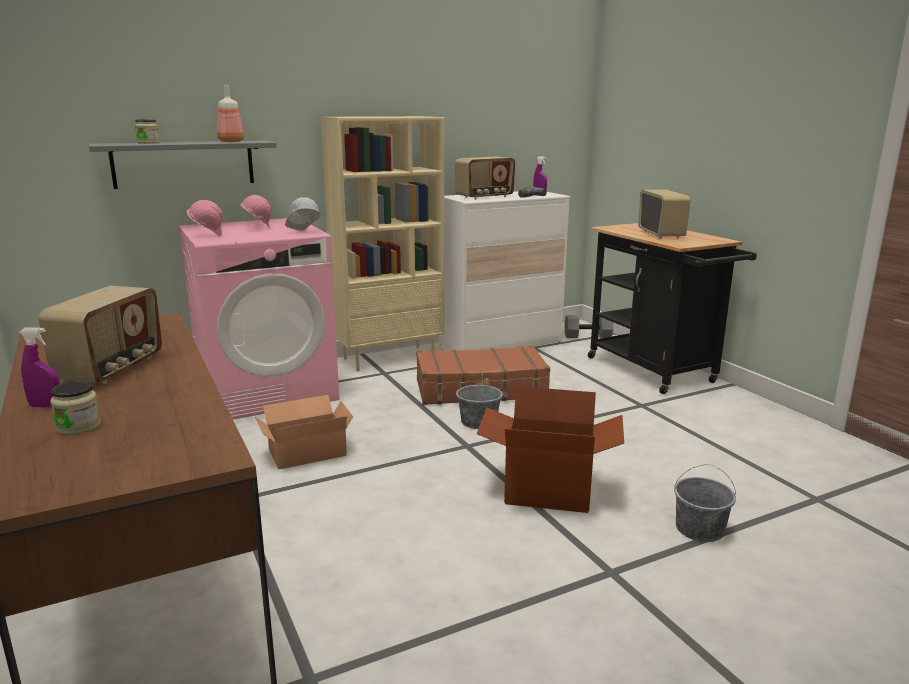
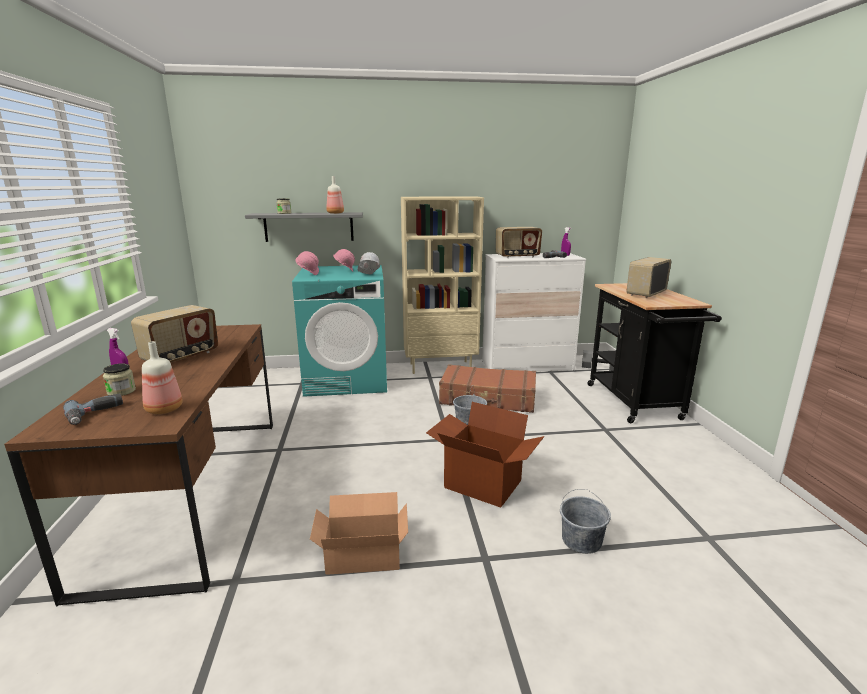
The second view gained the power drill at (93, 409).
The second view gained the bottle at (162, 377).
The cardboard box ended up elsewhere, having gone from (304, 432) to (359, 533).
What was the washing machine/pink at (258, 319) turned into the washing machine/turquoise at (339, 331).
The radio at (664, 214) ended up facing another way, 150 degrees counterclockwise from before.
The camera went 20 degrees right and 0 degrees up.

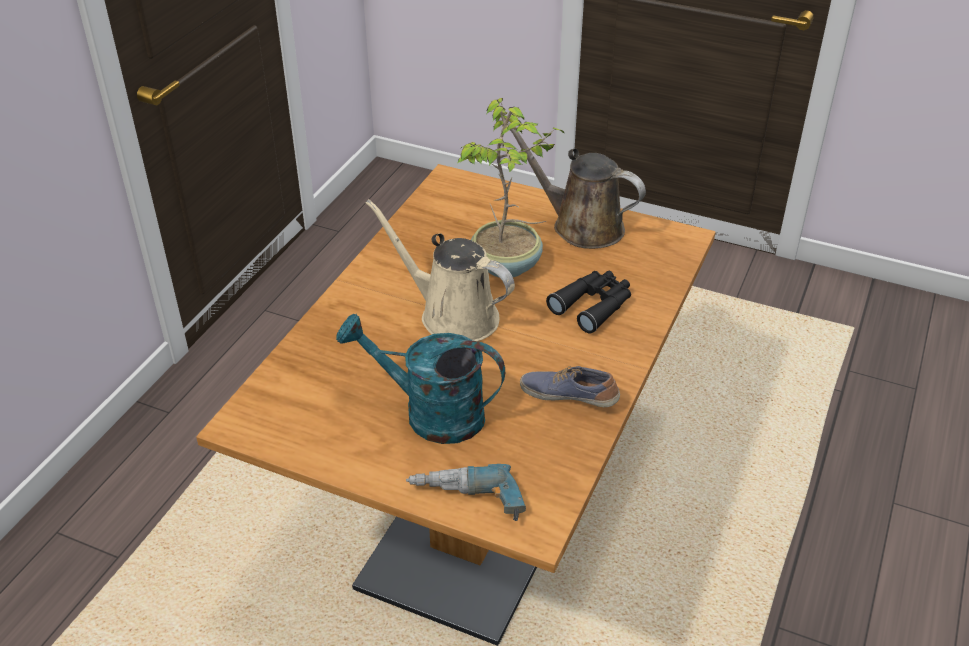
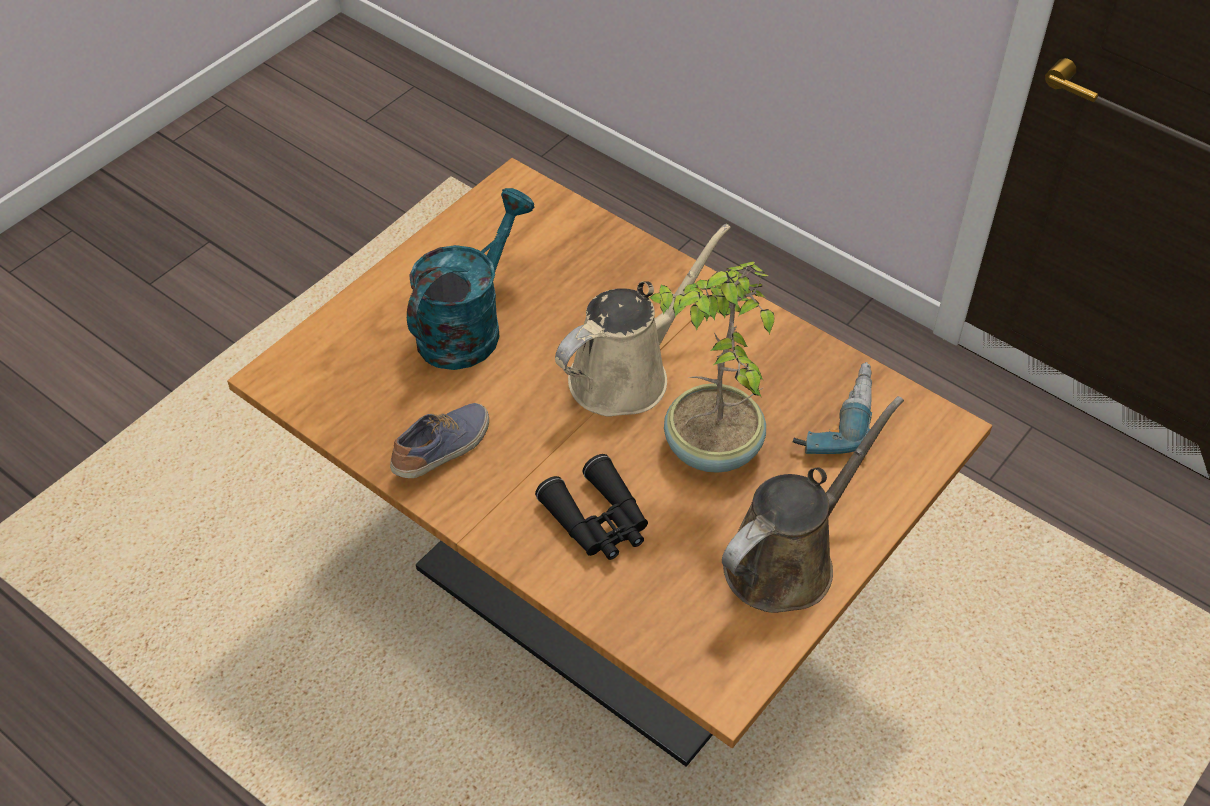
The power drill ended up elsewhere, having gone from (466, 492) to (832, 408).
The camera went 105 degrees right and 10 degrees up.

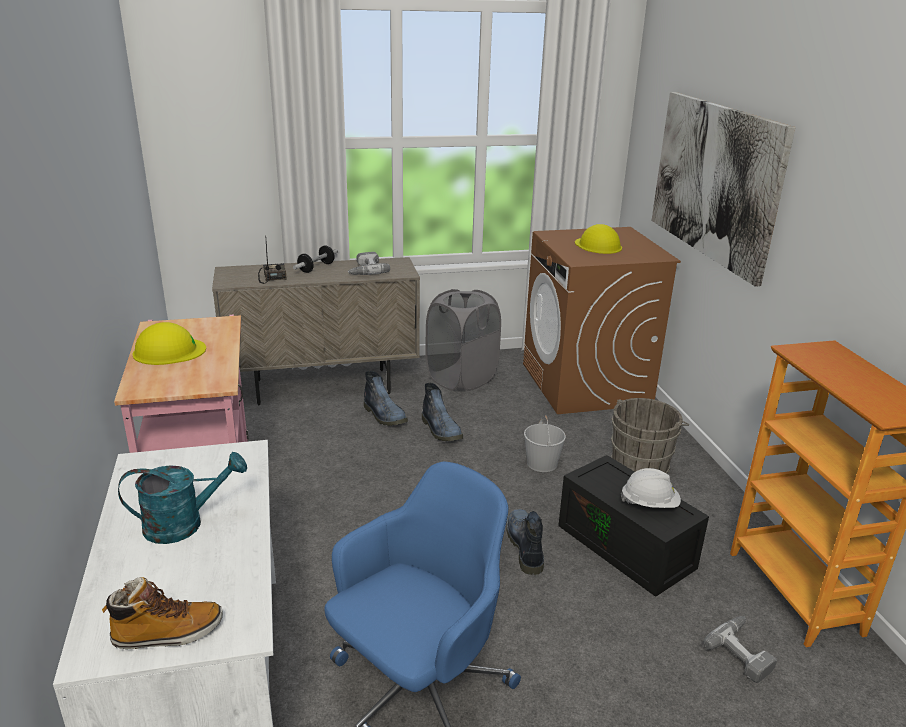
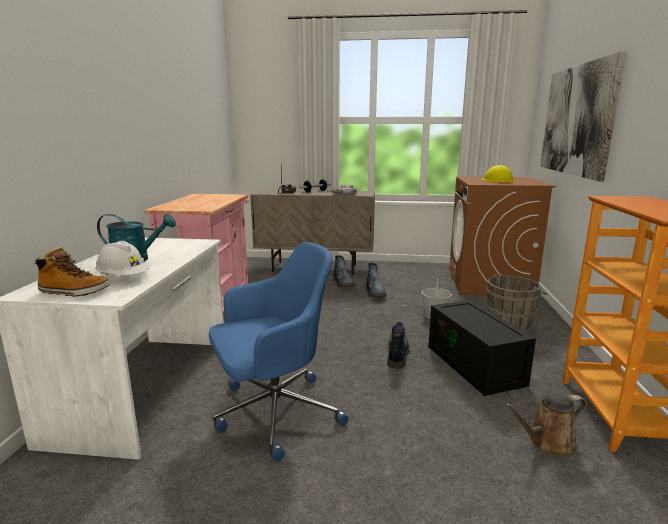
The second view lost the hard hat/yellow at (169, 343).
The second view lost the laundry basket/grey at (463, 340).
The hard hat/white ended up elsewhere, having gone from (651, 488) to (122, 258).
Where the power drill stood at (740, 649), the watering can/brown came to stand at (545, 424).
The camera went 20 degrees right and 10 degrees down.

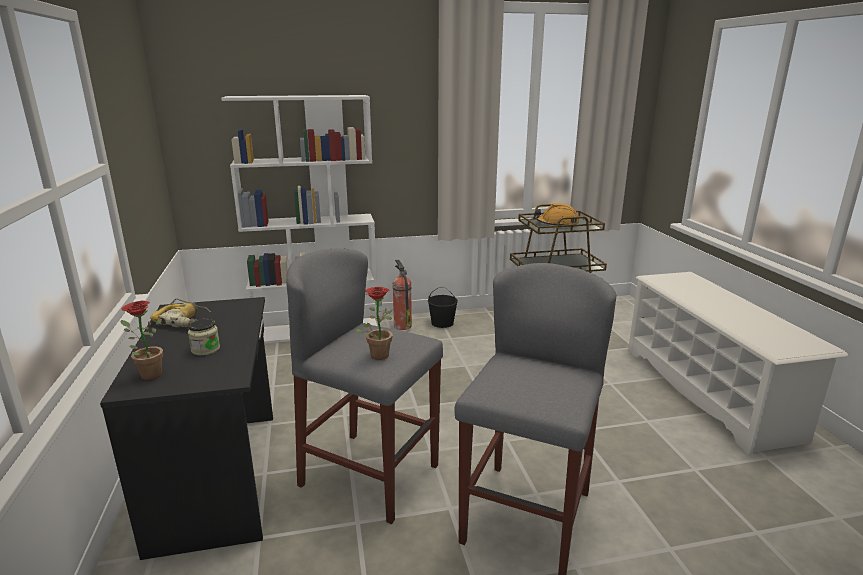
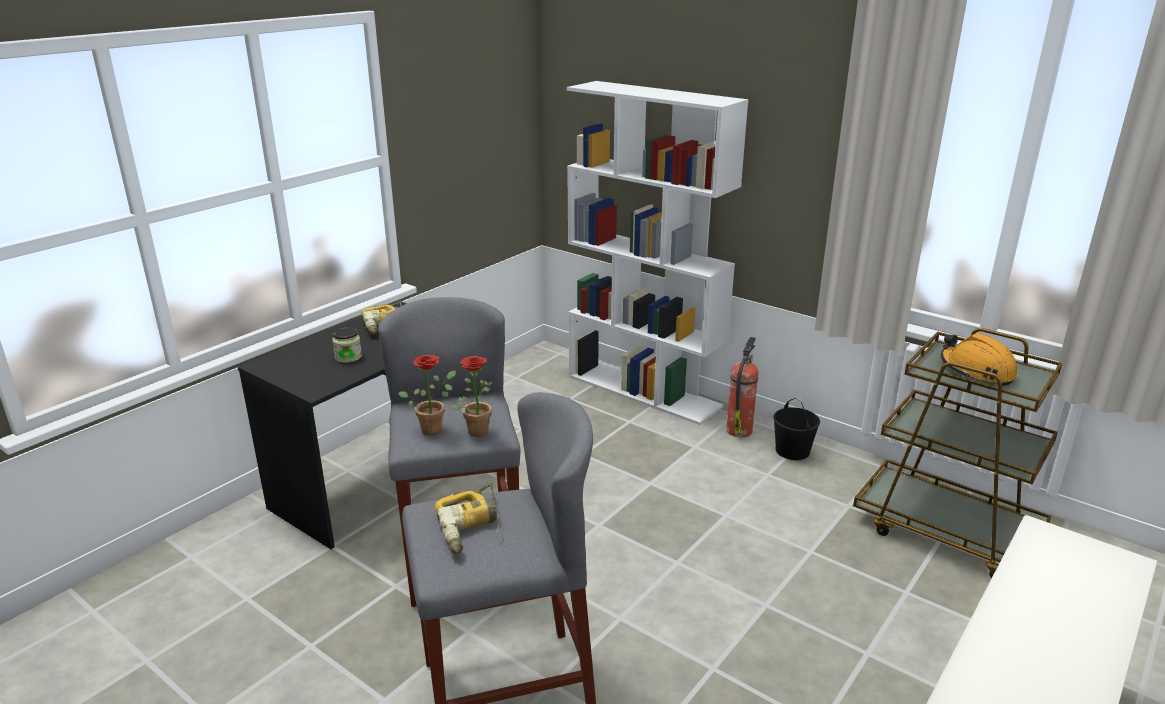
The second view gained the power drill at (468, 518).
The potted plant ended up elsewhere, having gone from (142, 340) to (472, 396).
The camera went 50 degrees right and 5 degrees up.

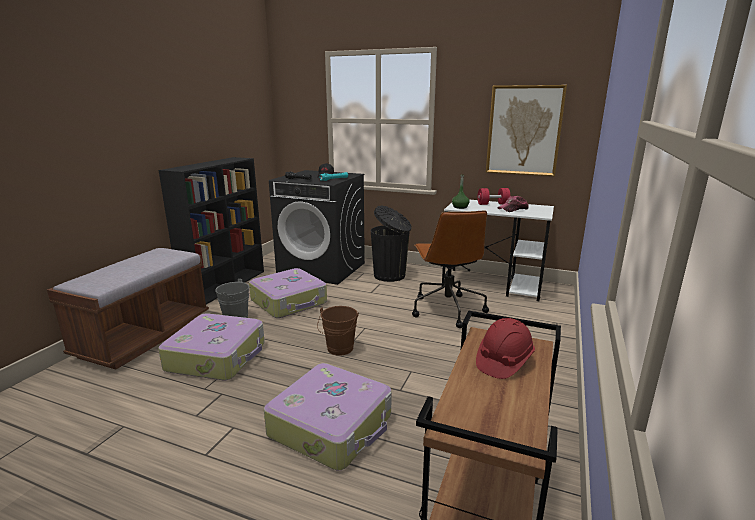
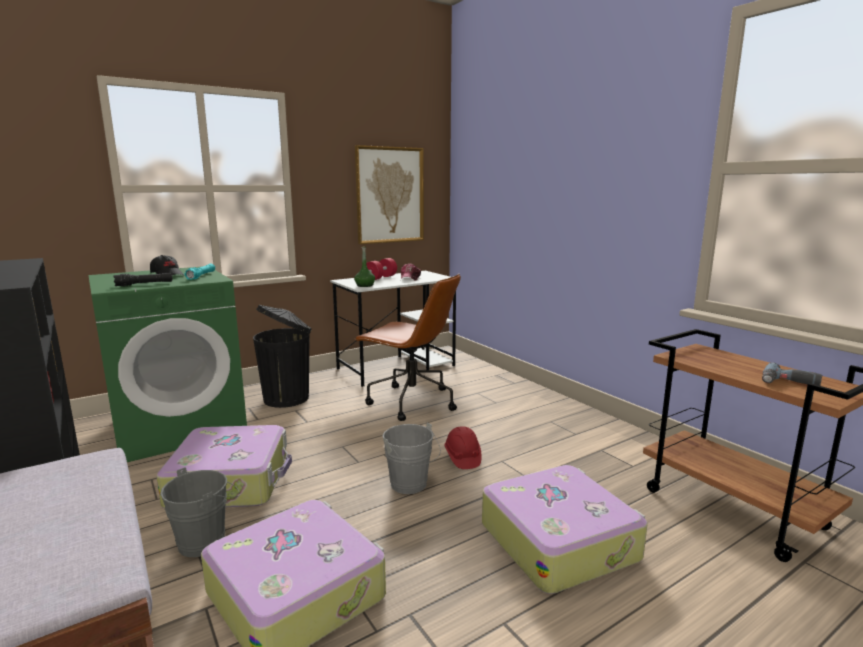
The second view gained the power drill at (792, 374).
The hard hat/red ended up elsewhere, having gone from (505, 348) to (463, 447).
What was the washing machine/black at (317, 227) turned into the washing machine/green at (167, 364).
What was the bucket/brown at (338, 331) turned into the bucket/grey at (412, 458).
The camera went 55 degrees left and 5 degrees down.

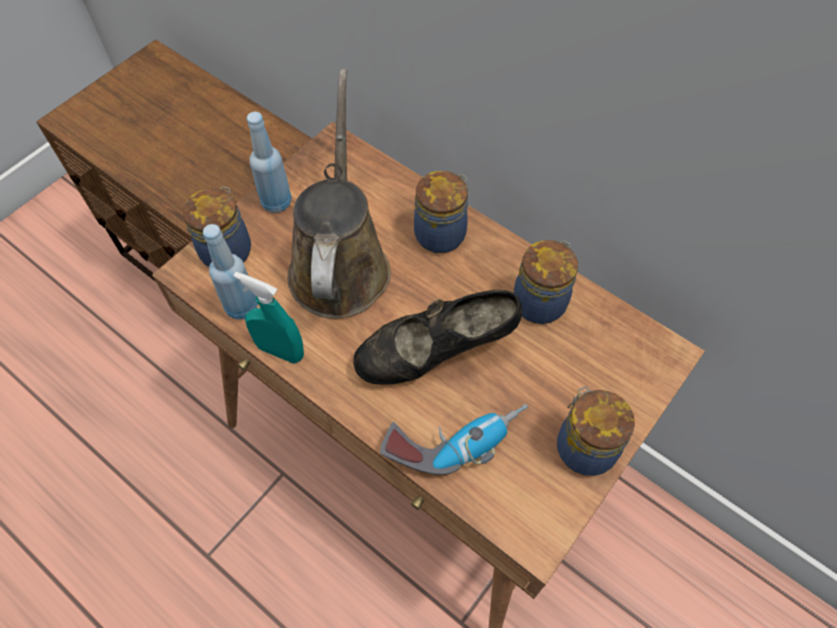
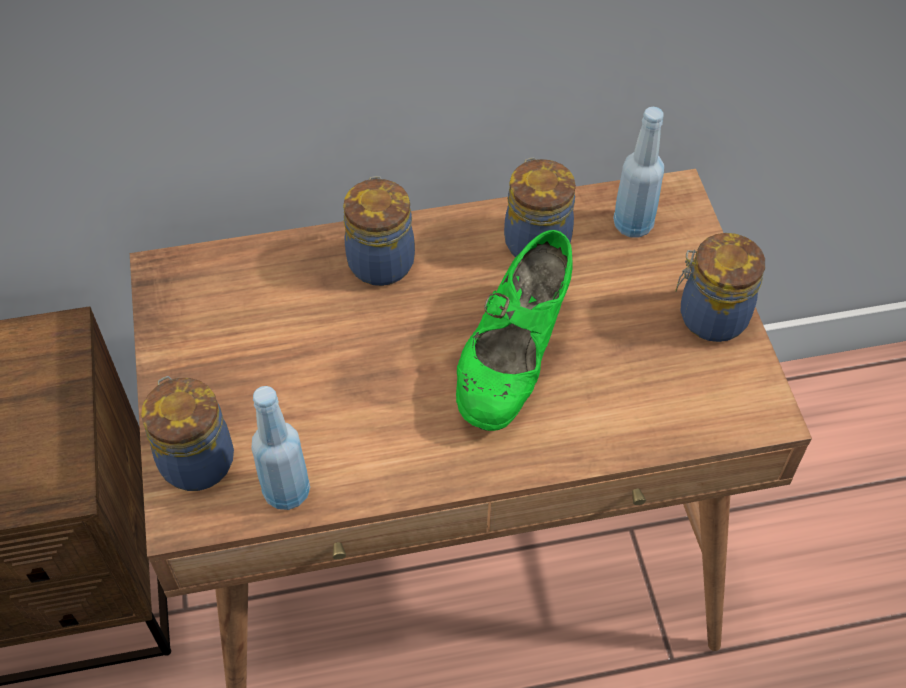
The second view lost the spray bottle/turquoise at (269, 318).
The second view lost the watering can/brown at (339, 194).
The second view lost the power drill at (454, 439).
The bottle/blue ended up elsewhere, having gone from (269, 162) to (638, 172).
What was the shoe/black at (437, 337) turned into the shoe/green at (514, 330).
The camera went 50 degrees left and 5 degrees down.

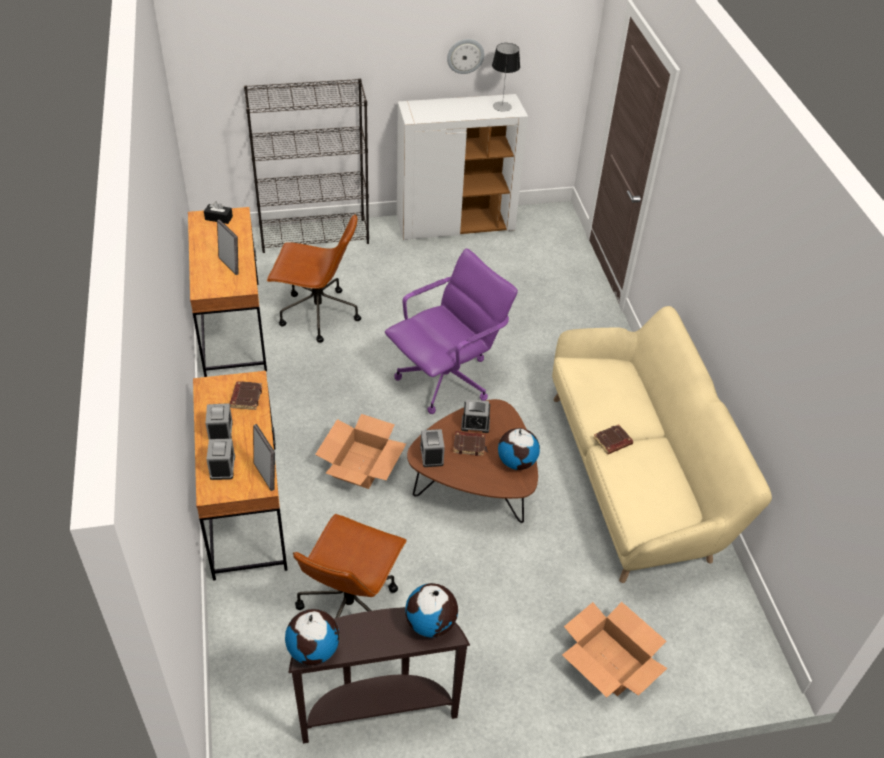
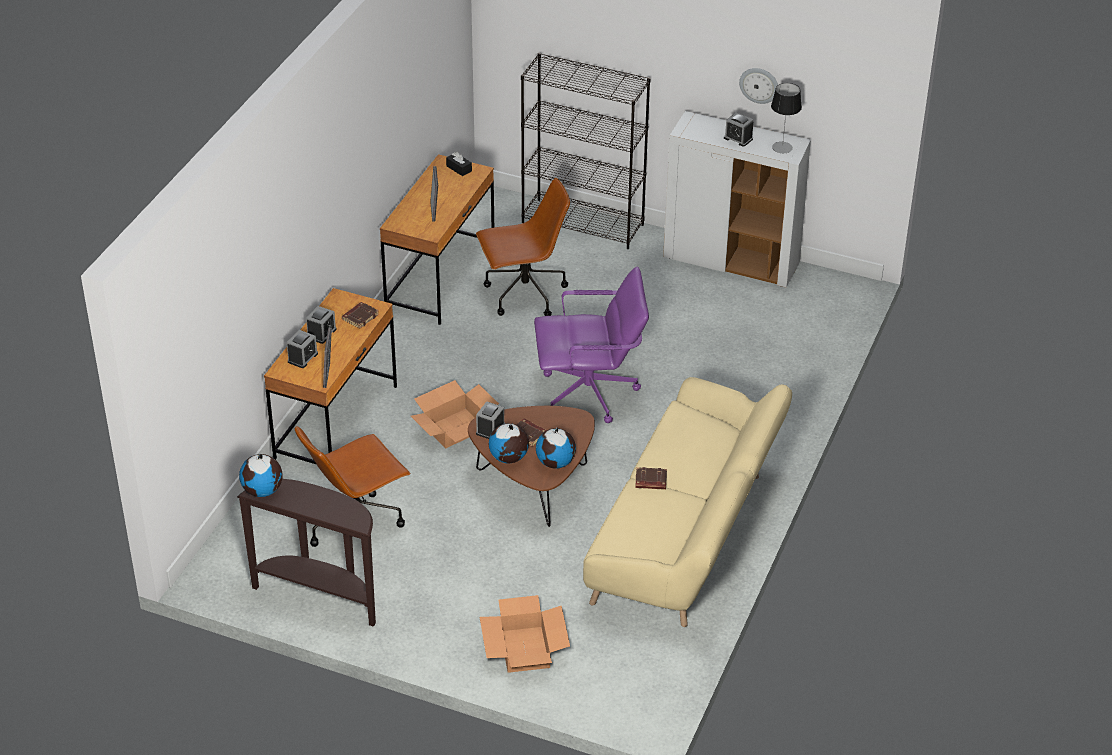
The globe ended up elsewhere, having gone from (431, 610) to (509, 443).
The alarm clock ended up elsewhere, having gone from (475, 416) to (738, 129).
The office chair/brown at (314, 278) ended up facing another way, 60 degrees counterclockwise from before.
The camera went 35 degrees right and 5 degrees down.

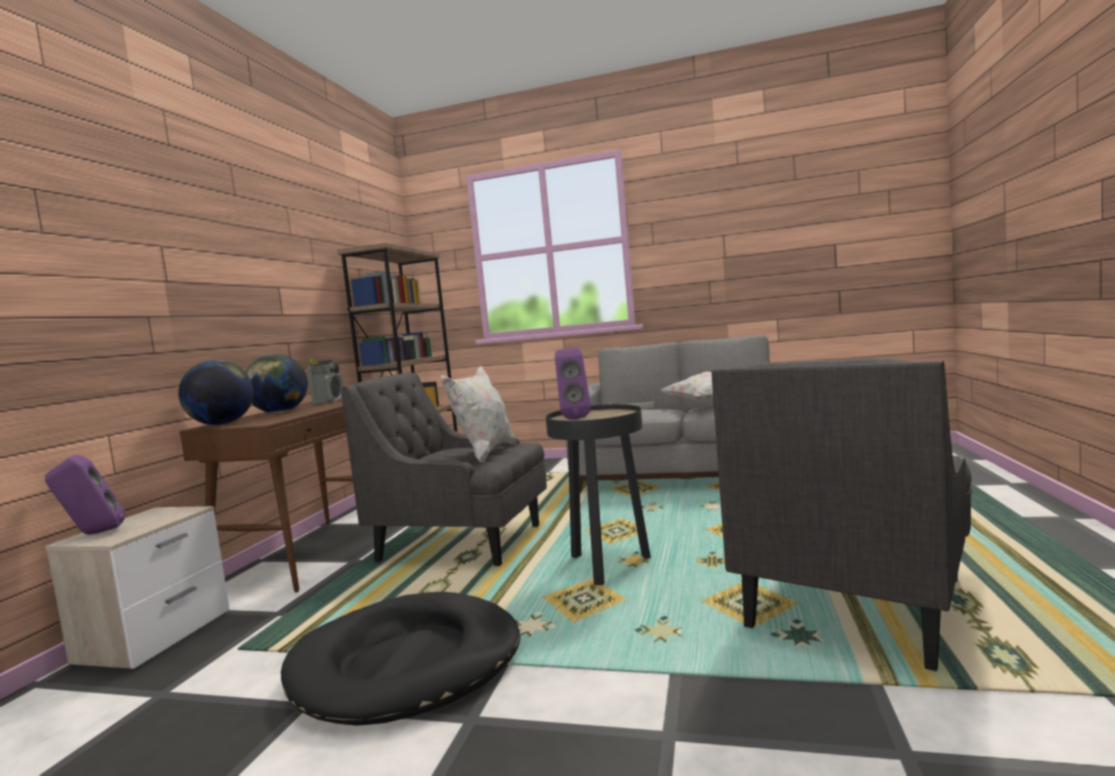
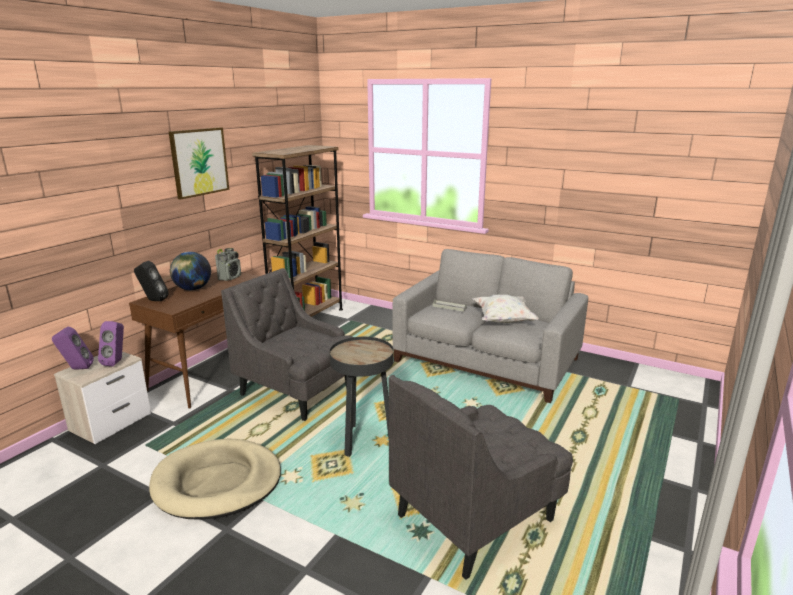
The second view lost the pillow/white at (478, 414).
The second view gained the picture at (199, 163).
The speaker/purple ended up elsewhere, having gone from (573, 383) to (111, 343).
Where the globe stood at (216, 392), the speaker/black came to stand at (151, 281).
What was the dog bed/black at (400, 659) turned into the dog bed/beige at (215, 479).
The camera went 15 degrees right and 15 degrees up.

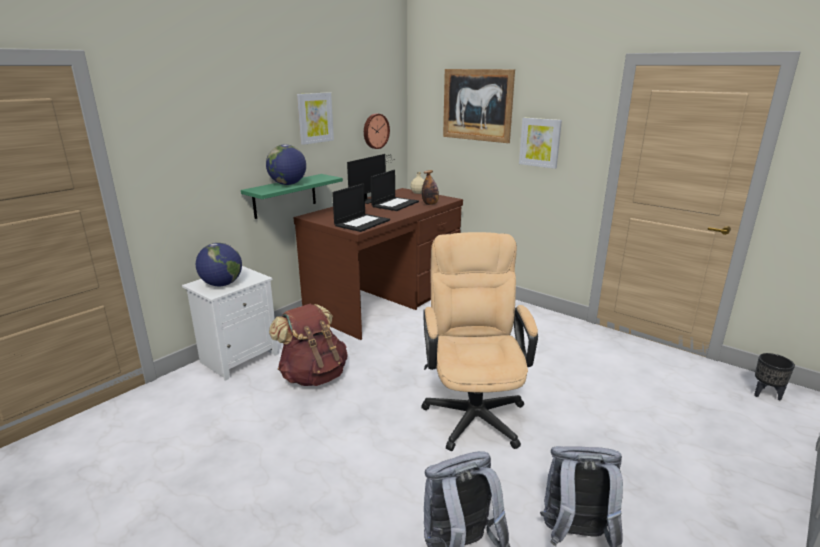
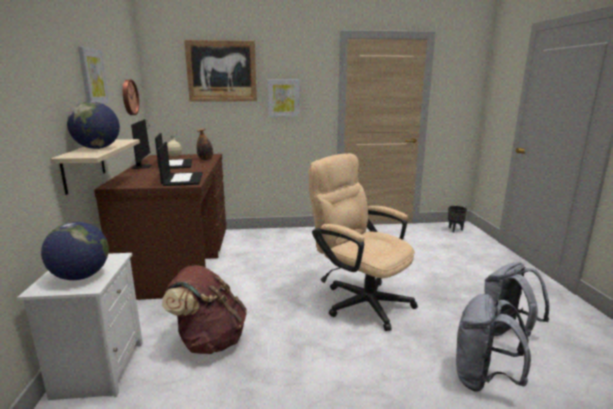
What was the shelf/green at (292, 196) turned into the shelf/beige at (95, 167).
The camera went 45 degrees left and 5 degrees down.

